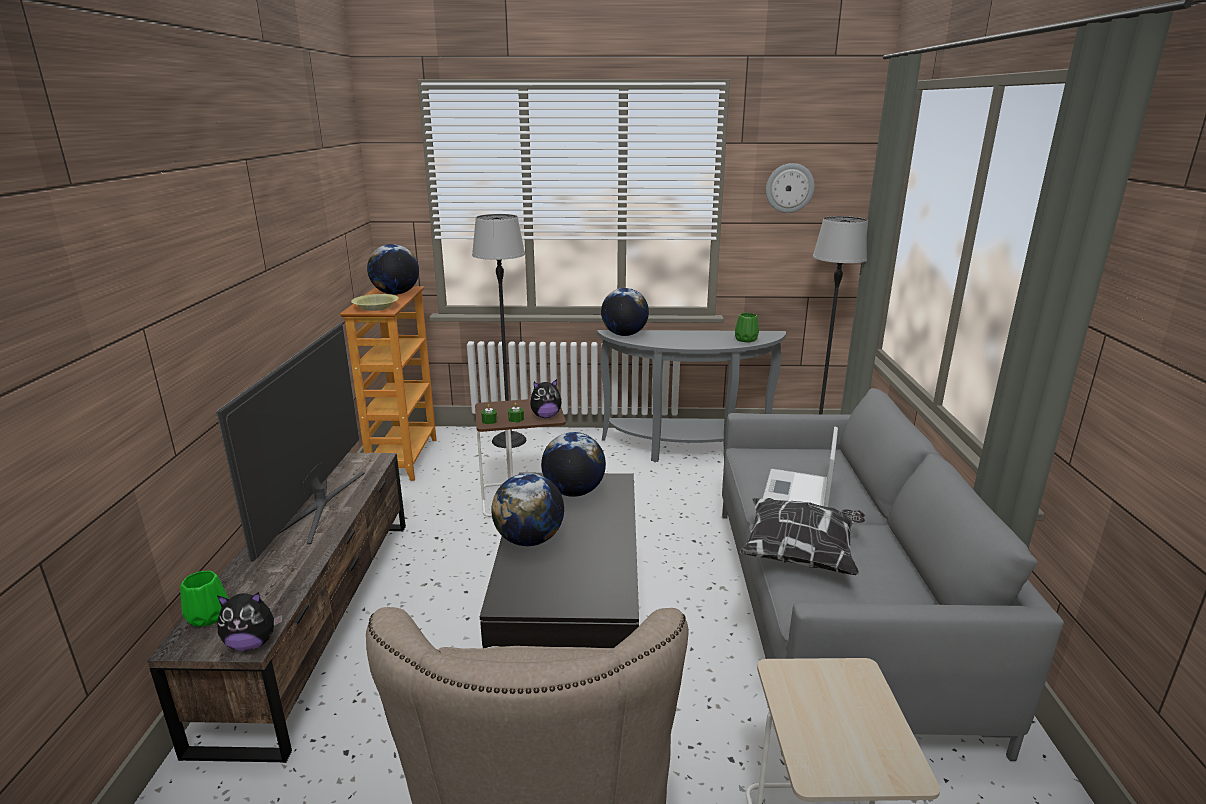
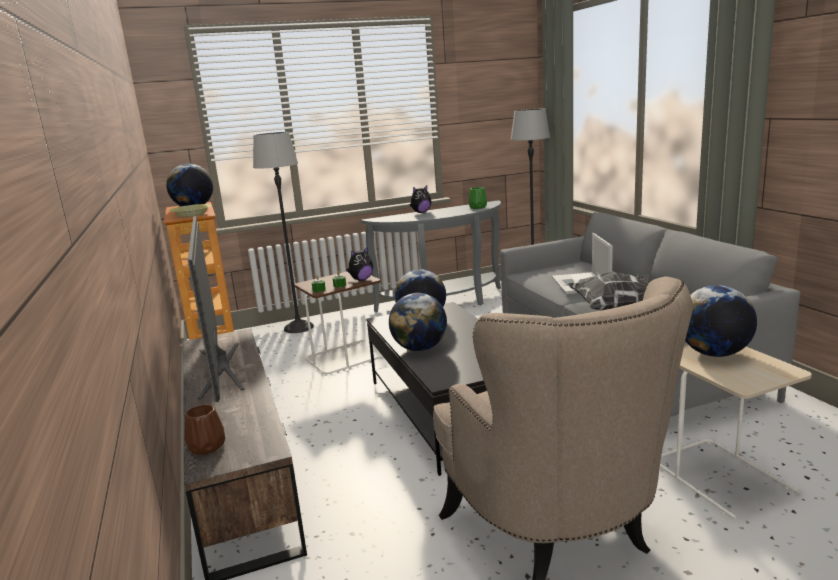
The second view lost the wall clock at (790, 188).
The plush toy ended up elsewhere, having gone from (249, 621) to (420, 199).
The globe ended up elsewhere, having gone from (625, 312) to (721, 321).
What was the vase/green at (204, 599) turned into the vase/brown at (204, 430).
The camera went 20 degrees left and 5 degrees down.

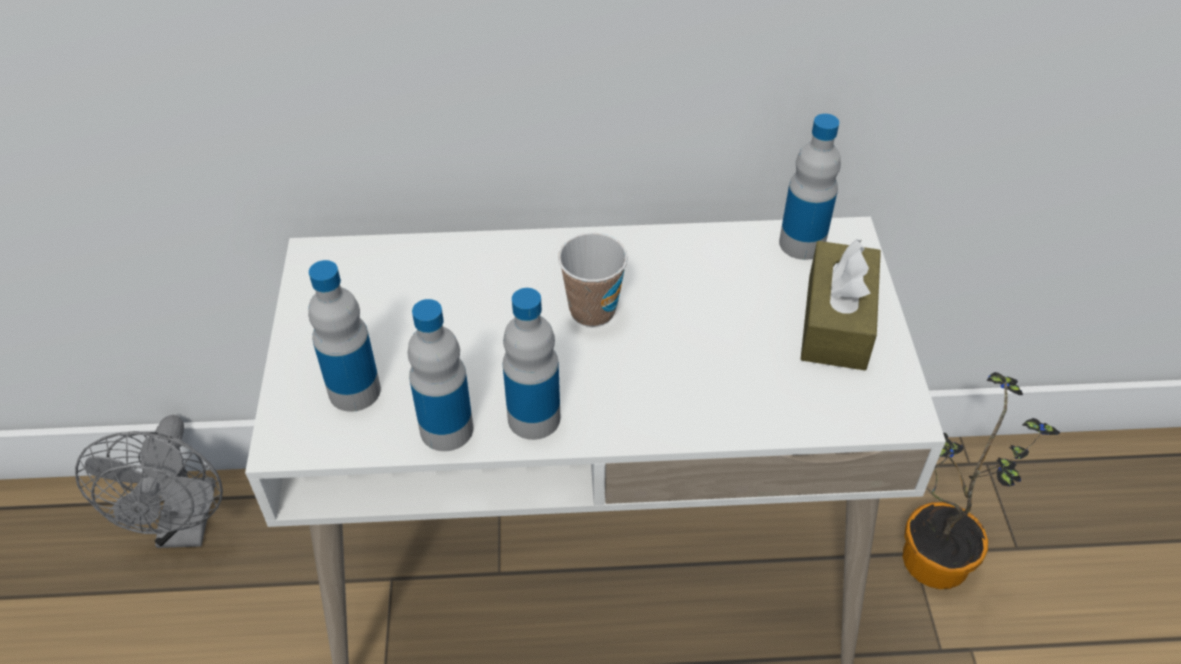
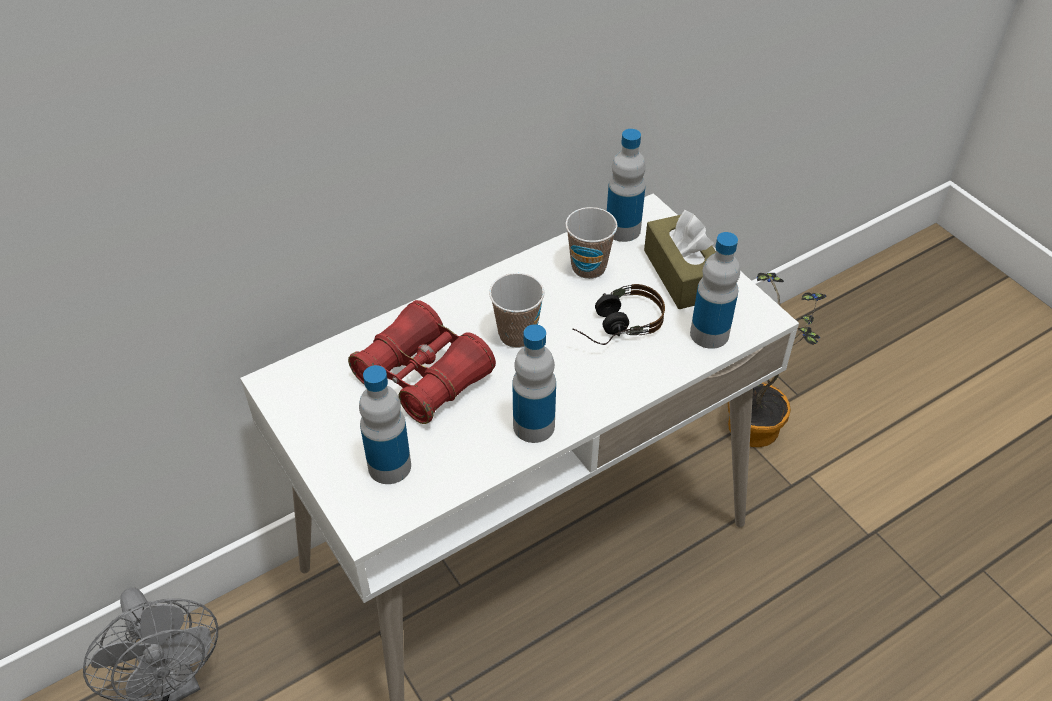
The second view gained the binoculars/red at (422, 362).
The second view gained the cup at (591, 243).
The second view gained the headphones at (618, 314).
The bottle ended up elsewhere, having gone from (440, 375) to (715, 290).
The camera went 30 degrees left and 0 degrees up.

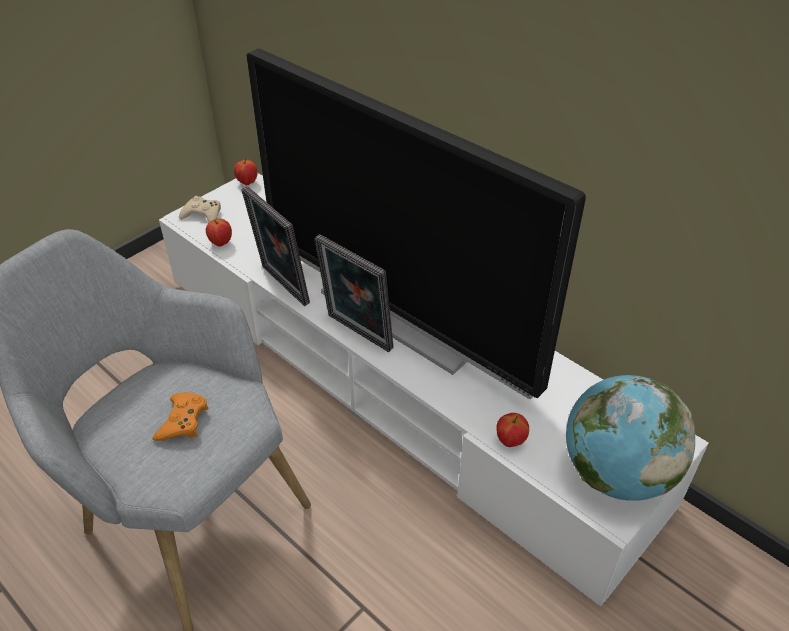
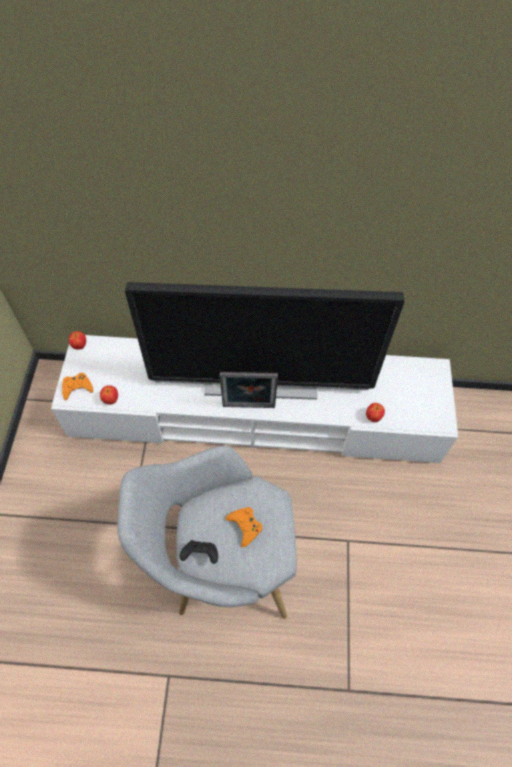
The second view lost the picture frame at (275, 246).
The second view lost the globe at (630, 438).
The second view gained the game controller/black at (199, 552).
What was the game controller/beige at (200, 209) turned into the game controller/orange at (77, 386).
The camera went 40 degrees left and 15 degrees up.

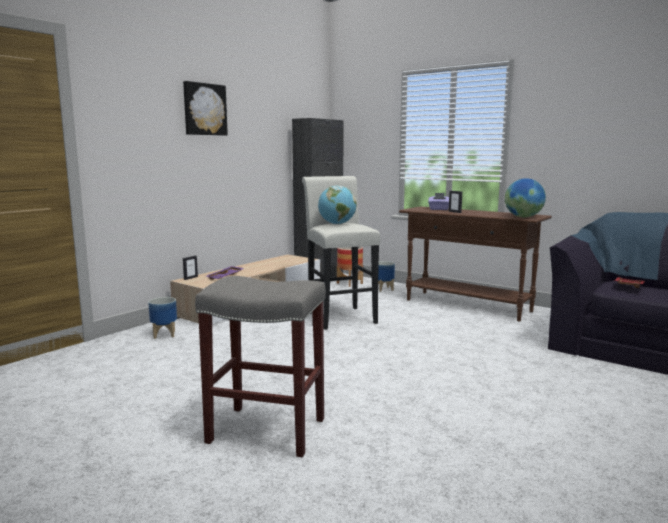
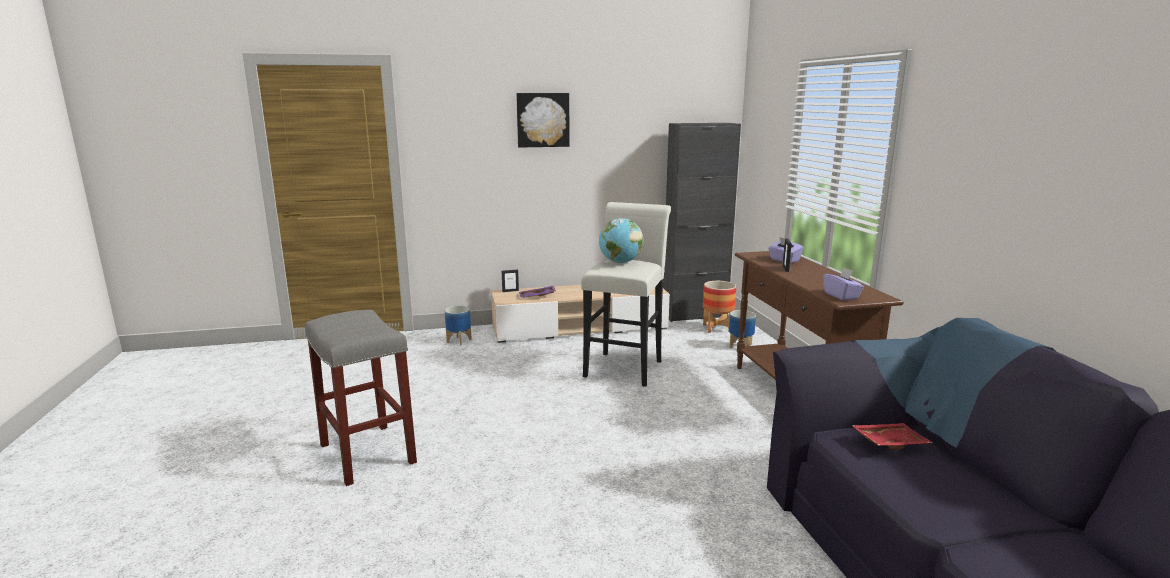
Where the globe stood at (525, 197), the tissue box/purple came to stand at (843, 284).
The camera went 40 degrees right and 5 degrees up.

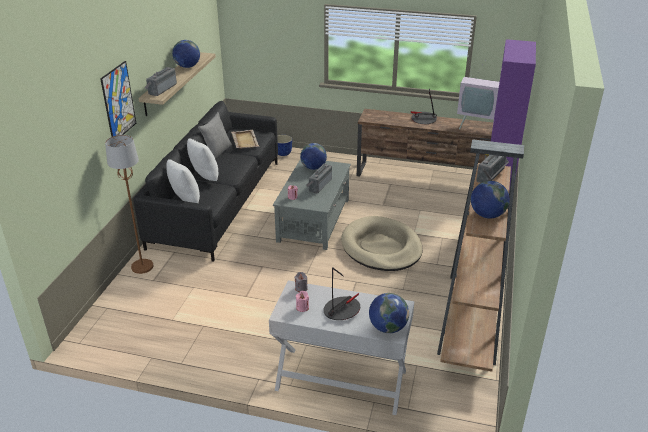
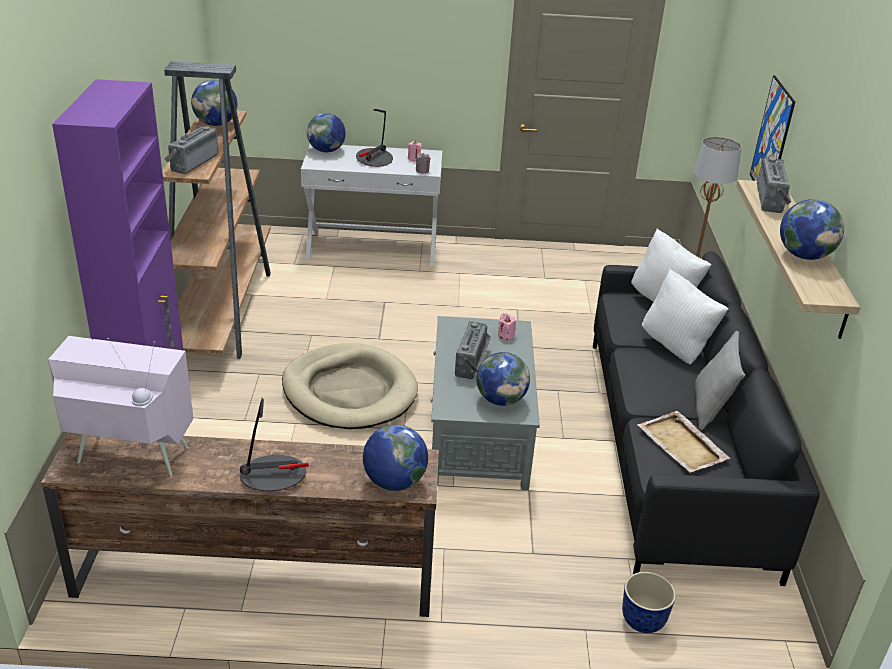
The second view gained the globe at (395, 458).
The camera went 165 degrees right and 0 degrees up.

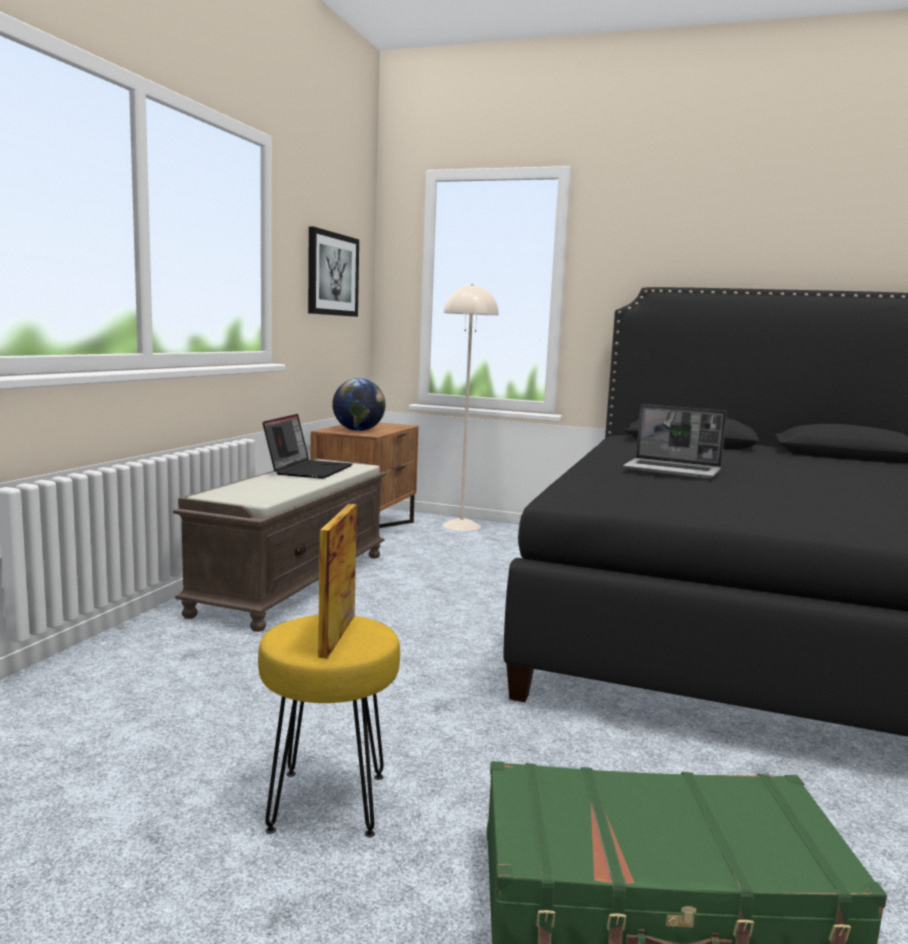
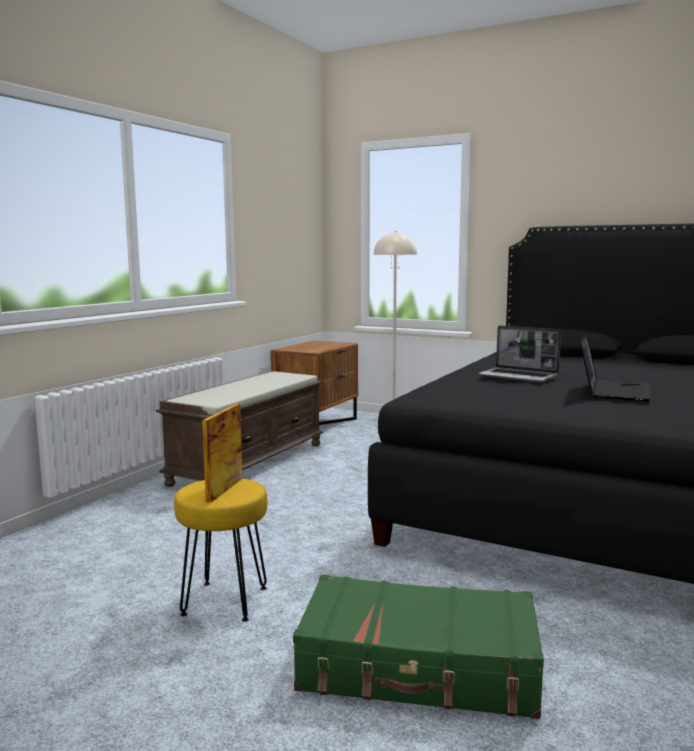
The second view lost the picture at (333, 272).
The second view lost the globe at (359, 404).
The laptop ended up elsewhere, having gone from (307, 446) to (615, 367).
The camera went 10 degrees right and 0 degrees up.

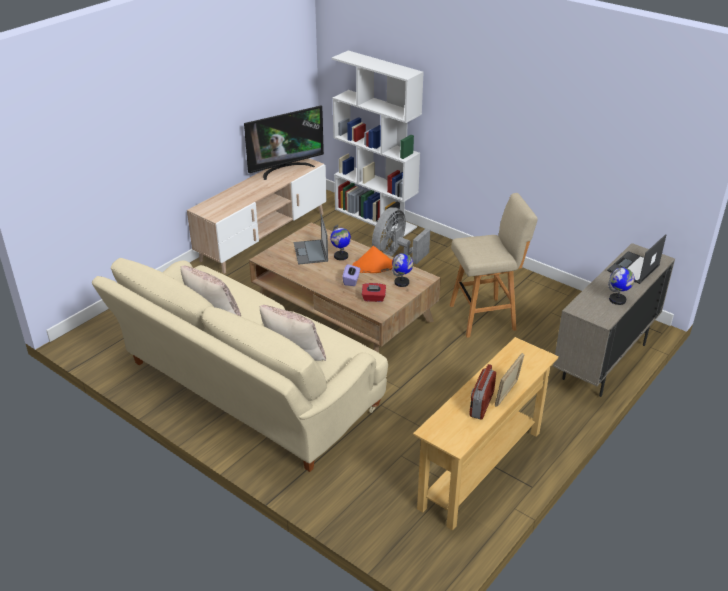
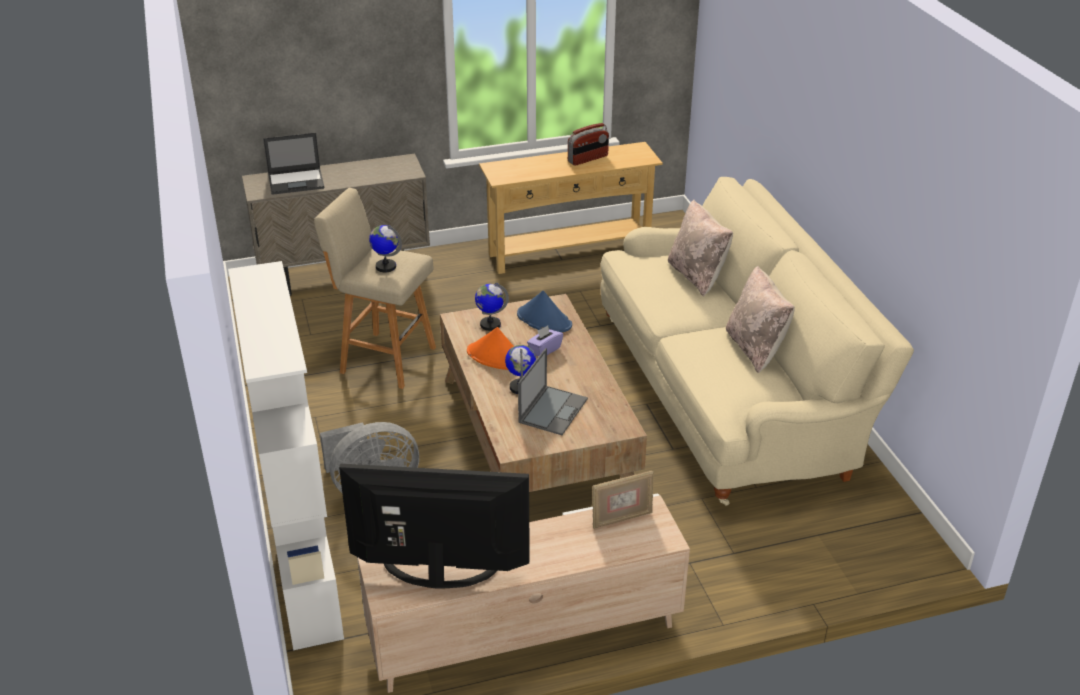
The picture frame ended up elsewhere, having gone from (509, 380) to (623, 500).
The globe ended up elsewhere, having gone from (621, 286) to (385, 248).
Where the tissue box/red stood at (374, 292), the hat/blue came to stand at (544, 312).
The camera went 145 degrees left and 0 degrees up.

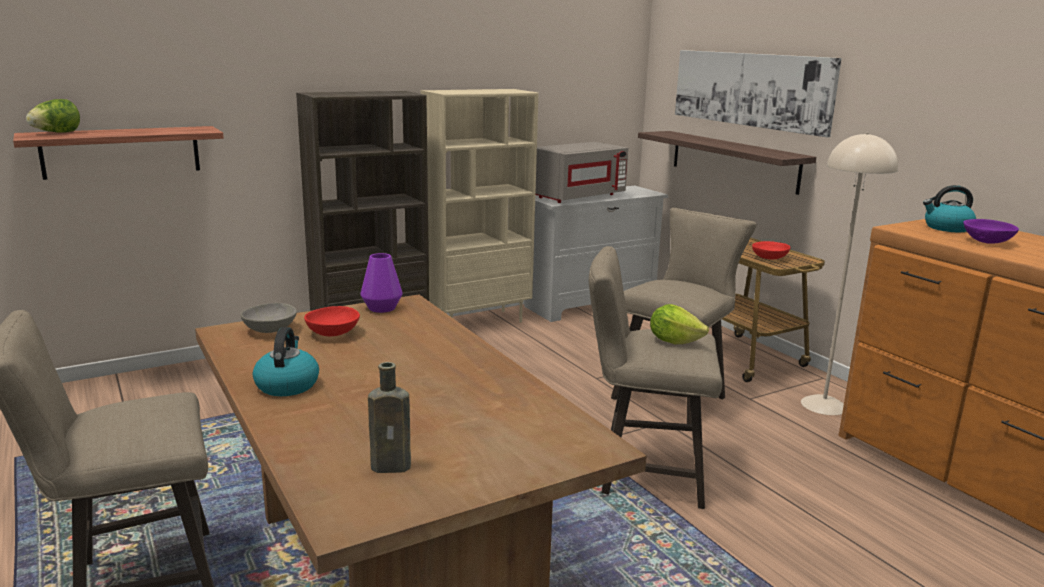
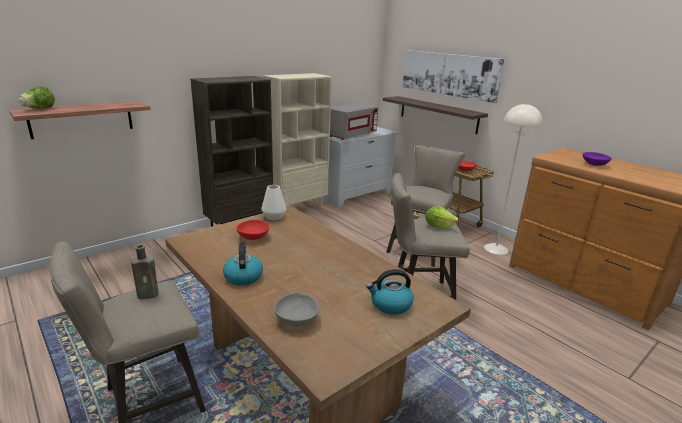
The bowl/grey ended up elsewhere, having gone from (268, 318) to (296, 310).
The bottle/brown ended up elsewhere, having gone from (389, 417) to (145, 272).
The kettle ended up elsewhere, having gone from (949, 208) to (390, 292).
What was the vase/purple at (381, 283) turned into the vase/white at (273, 202).
The camera went 10 degrees left and 5 degrees up.

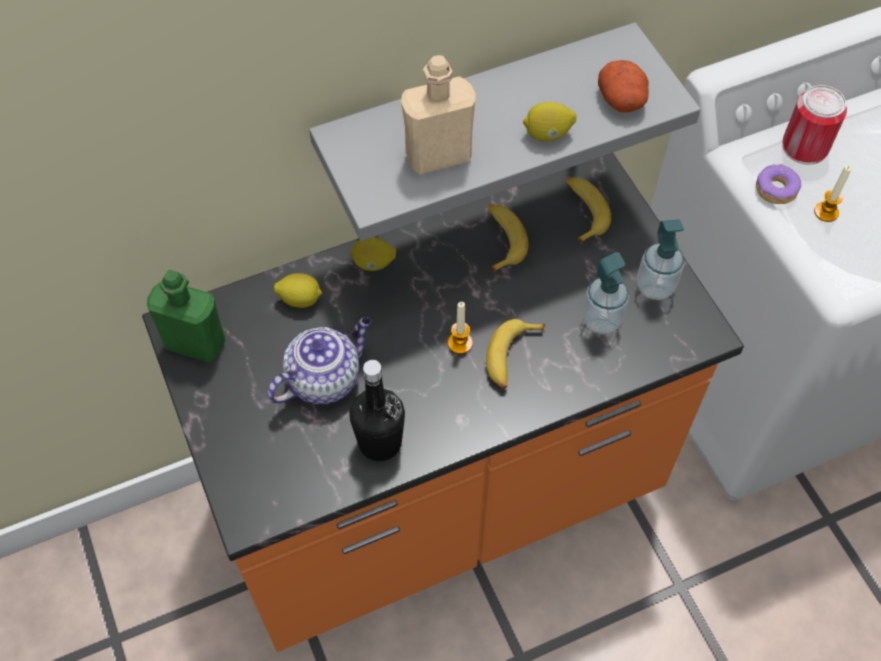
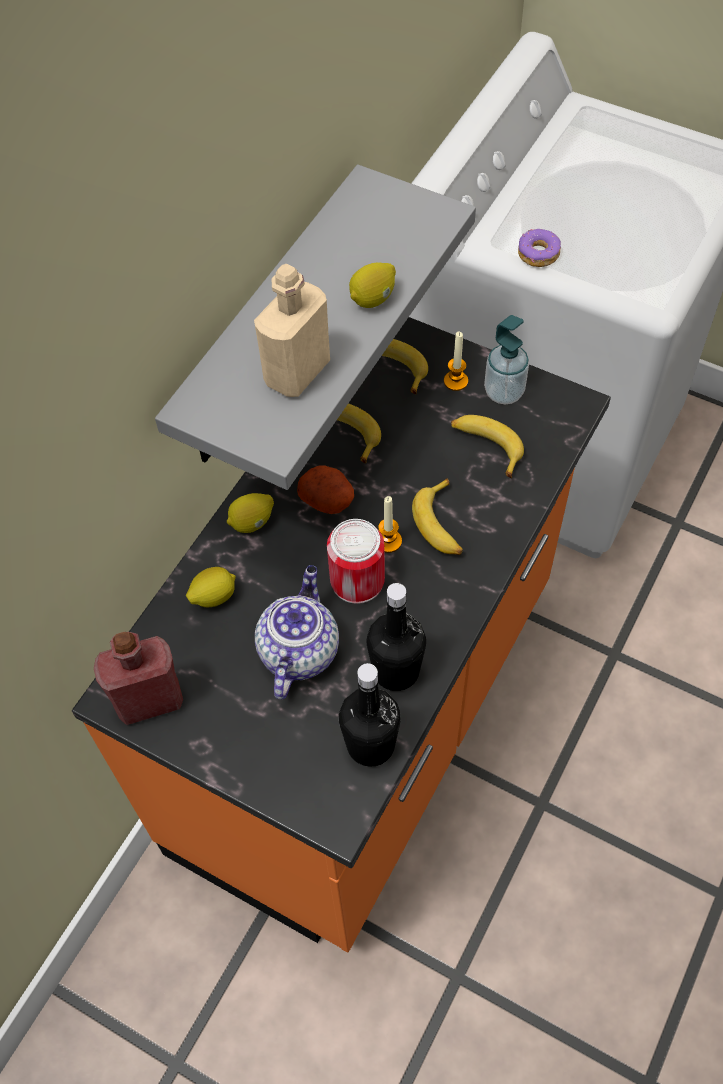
The second view gained the bottle/black at (370, 715).
The potato ended up elsewhere, having gone from (623, 86) to (325, 490).
The can ended up elsewhere, having gone from (814, 125) to (356, 561).
The candle ended up elsewhere, having gone from (832, 193) to (456, 361).
Where the soap dispenser stood at (605, 293), the banana came to stand at (487, 446).
What was the bottle/green at (186, 316) turned into the bottle/red at (138, 678).
The camera went 35 degrees left and 0 degrees up.

